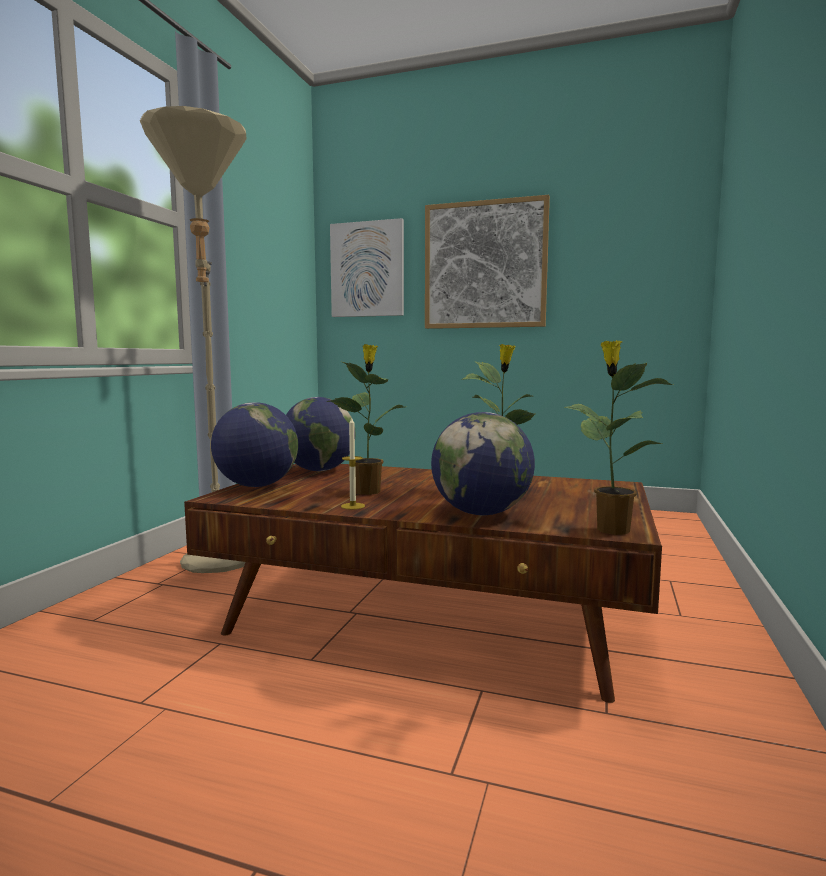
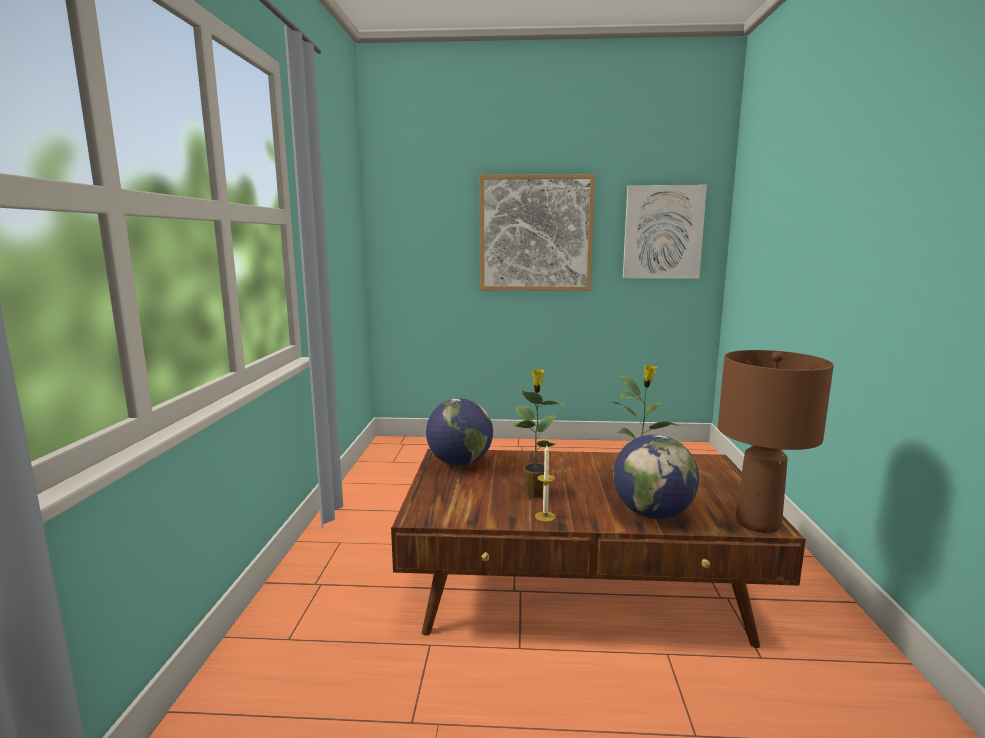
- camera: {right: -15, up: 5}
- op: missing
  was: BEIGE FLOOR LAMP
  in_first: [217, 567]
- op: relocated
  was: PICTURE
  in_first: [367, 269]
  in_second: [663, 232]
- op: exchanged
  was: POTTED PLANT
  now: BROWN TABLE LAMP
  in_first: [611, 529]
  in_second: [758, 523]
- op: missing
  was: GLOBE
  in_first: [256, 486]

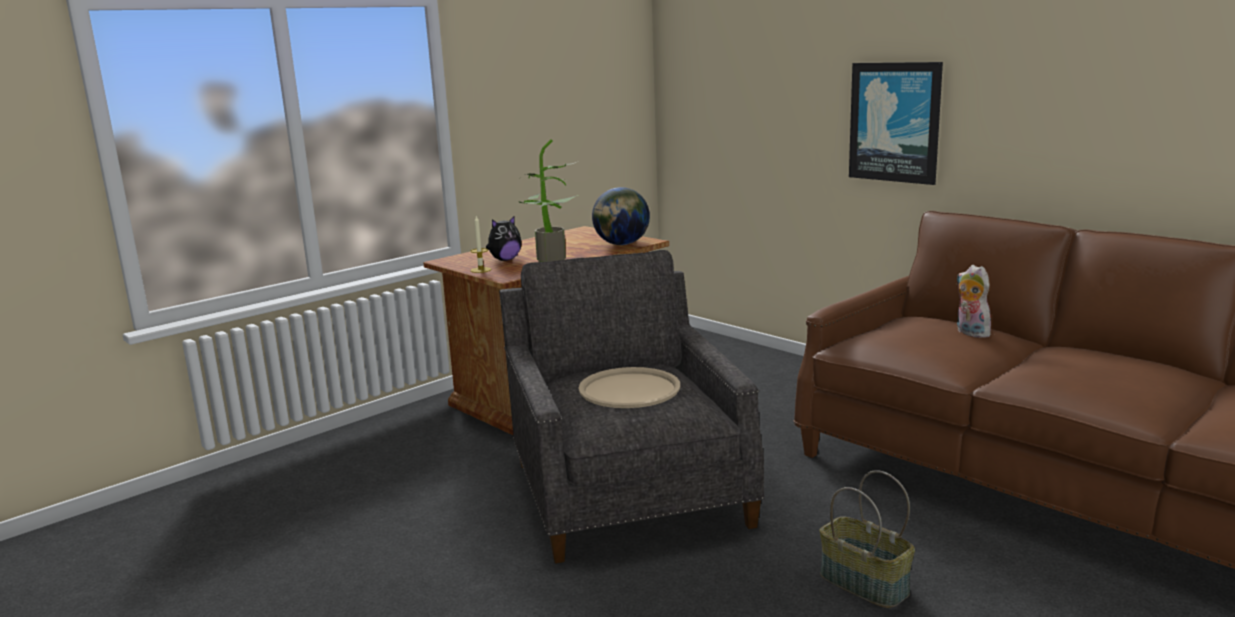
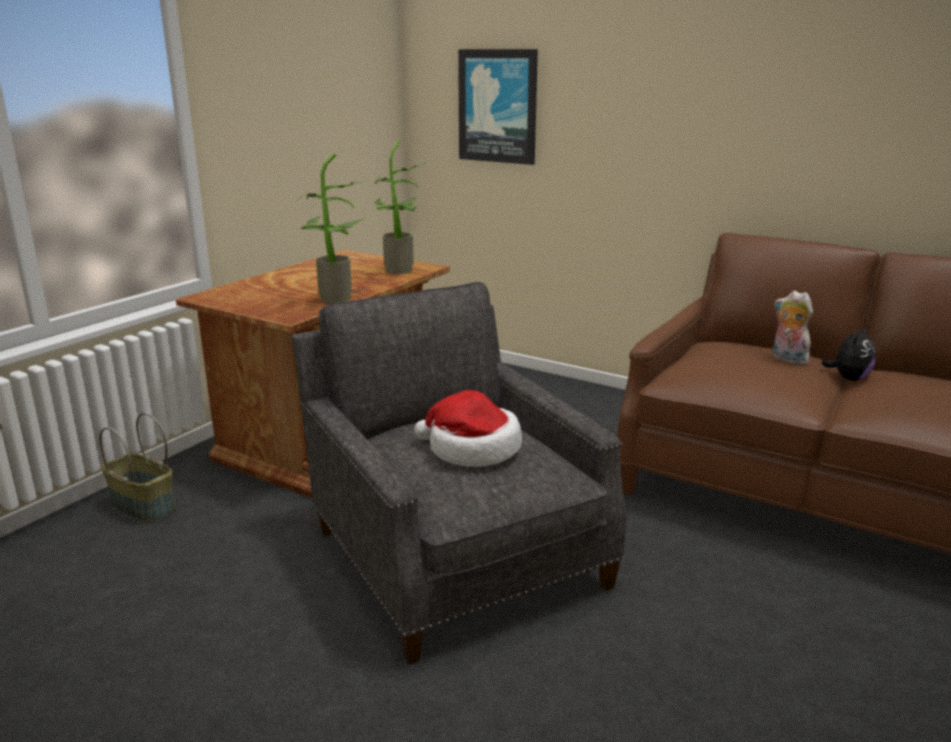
- camera: {right: -15, up: 5}
- op: relocated
  was: PICTURE
  in_first: [895, 122]
  in_second: [498, 106]
- op: exchanged
  was: GLOBE
  now: POTTED PLANT
  in_first: [621, 244]
  in_second: [401, 271]
- op: relocated
  was: PLUSH TOY
  in_first: [505, 260]
  in_second: [848, 378]
- op: missing
  was: CANDLE
  in_first: [481, 270]
- op: exchanged
  was: BEIGE TRAY
  now: HAT
  in_first: [629, 389]
  in_second: [472, 449]
- op: relocated
  was: BASKET
  in_first: [862, 584]
  in_second: [141, 506]

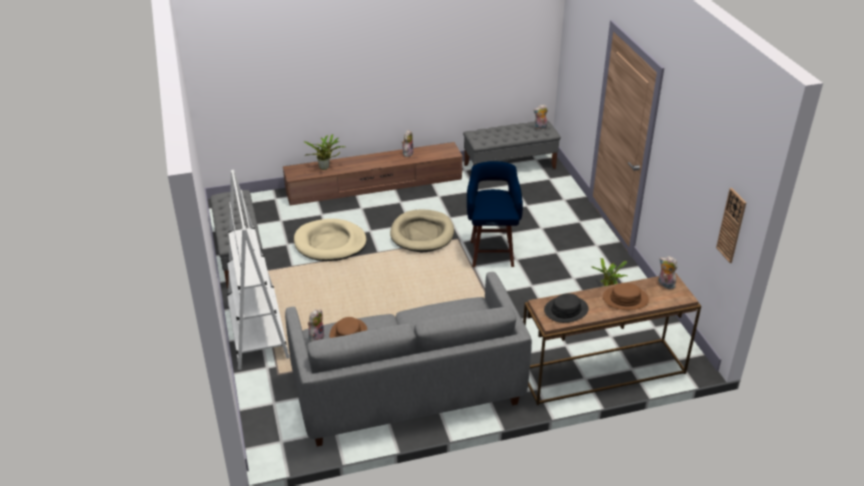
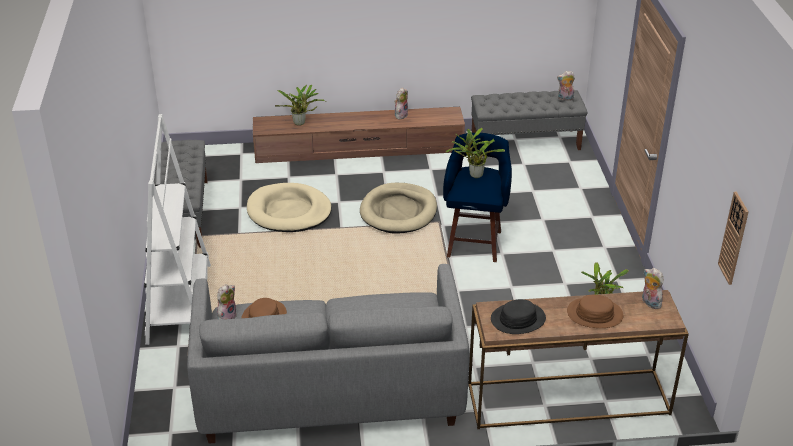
- camera: {right: 10, up: 0}
- op: appeared
  now: POTTED PLANT
  in_second: [474, 175]

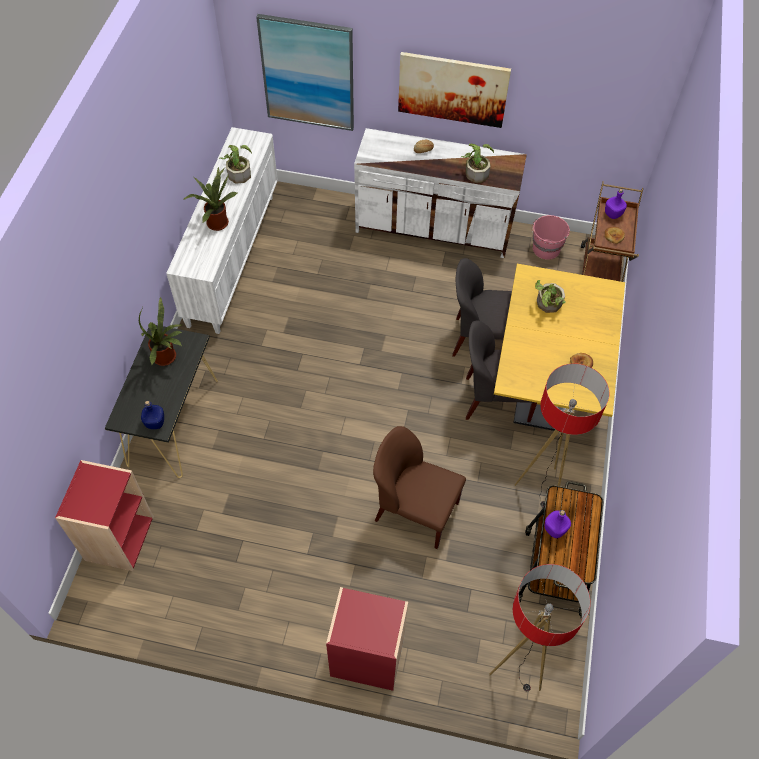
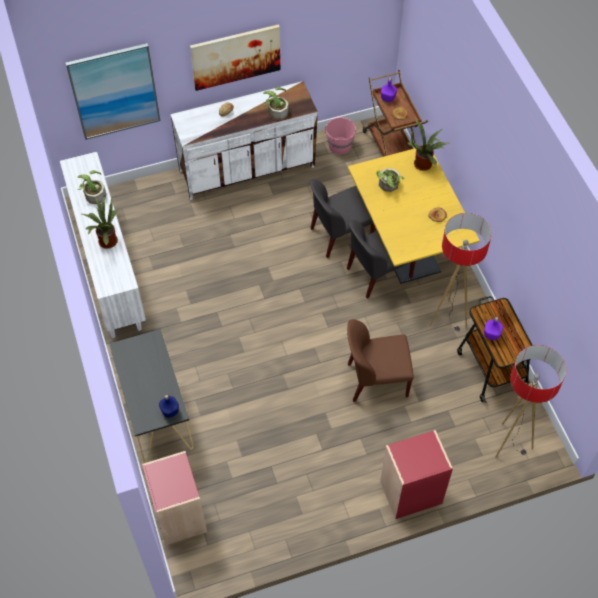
- camera: {right: -30, up: 0}
- op: relocated
  was: POTTED PLANT
  in_first: [167, 357]
  in_second: [424, 164]

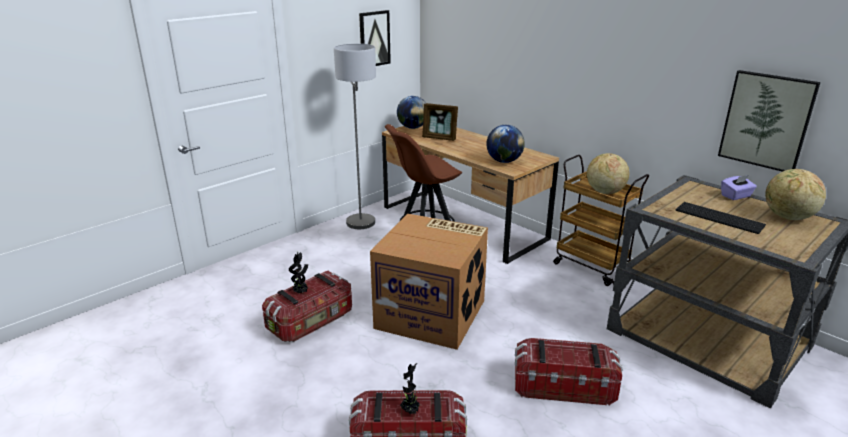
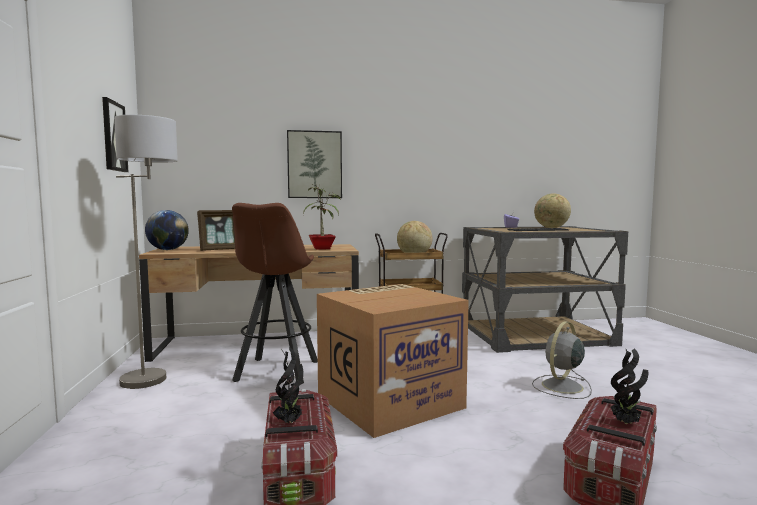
- camera: {right: -55, up: -20}
- op: relocated
  was: PICTURE
  in_first: [766, 120]
  in_second: [314, 164]
- op: exchanged
  was: GLOBE
  now: POTTED PLANT
  in_first: [504, 161]
  in_second: [323, 248]
- op: exchanged
  was: STORAGE BOX
  now: GREY FAN
  in_first: [563, 387]
  in_second: [561, 386]

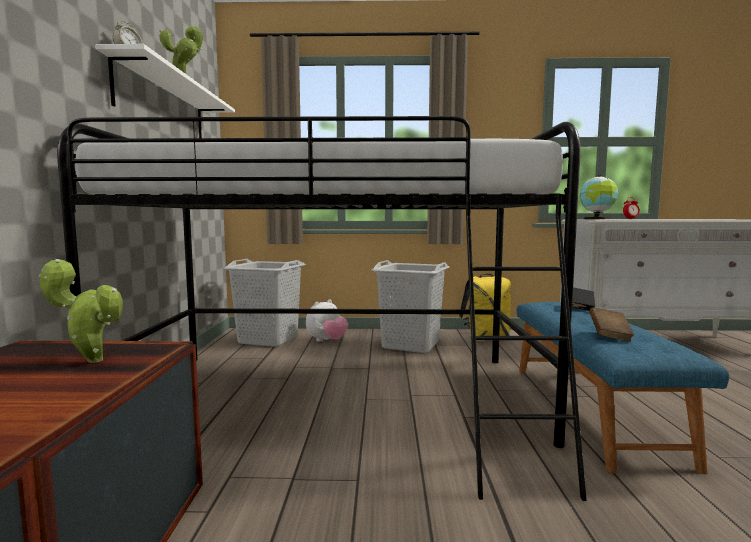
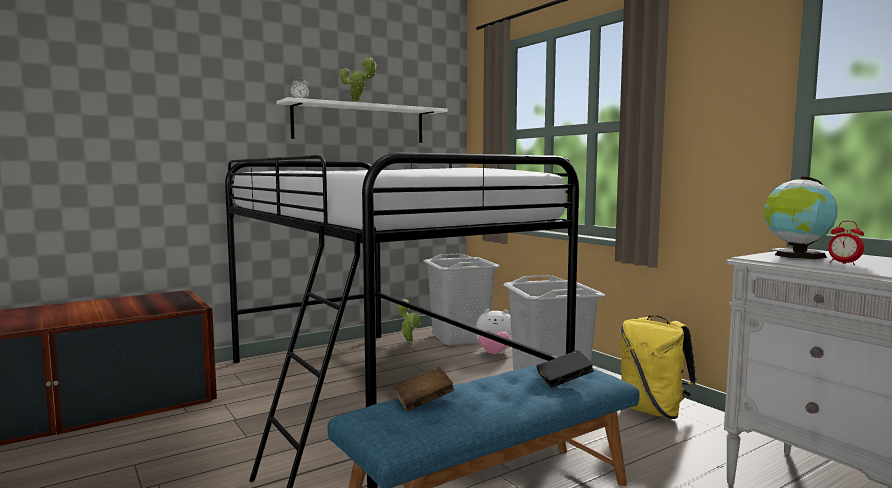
- camera: {right: 55, up: 0}
- op: relocated
  was: POTTED PLANT
  in_first: [90, 360]
  in_second: [409, 341]

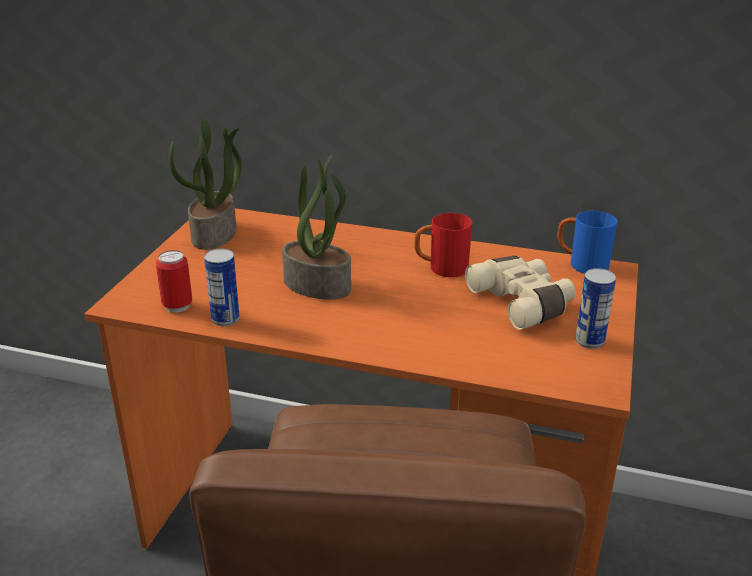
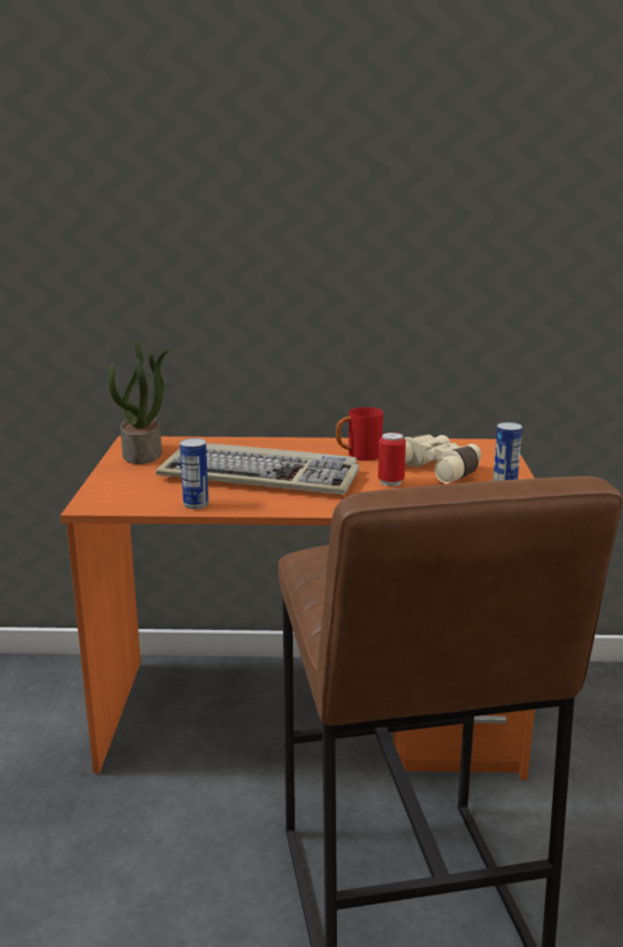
- camera: {right: -15, up: -10}
- op: exchanged
  was: POTTED PLANT
  now: KEYBOARD
  in_first: [318, 285]
  in_second: [261, 476]
- op: missing
  was: BLUE MUG
  in_first: [581, 264]
- op: relocated
  was: CAN
  in_first: [177, 306]
  in_second: [391, 482]

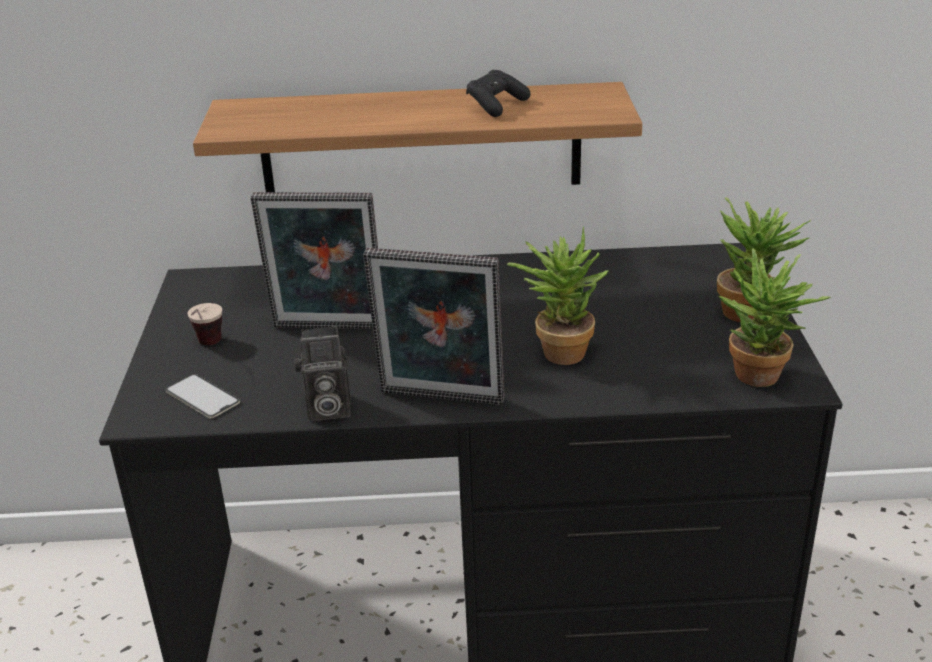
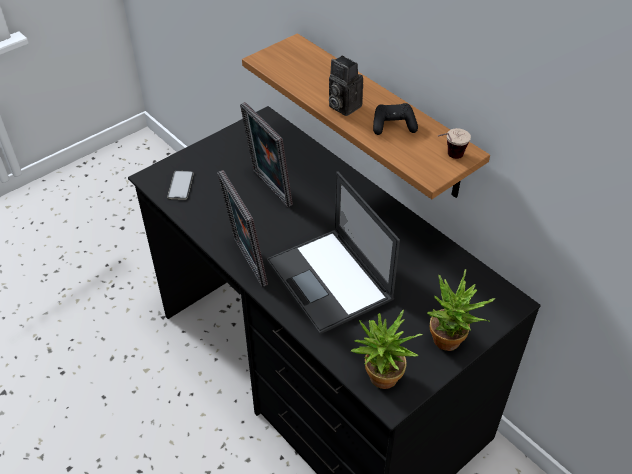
- camera: {right: 50, up: 15}
- op: exchanged
  was: POTTED PLANT
  now: LAPTOP
  in_first: [558, 350]
  in_second: [330, 281]
- op: relocated
  was: CUP
  in_first: [207, 347]
  in_second: [448, 158]
- op: relocated
  was: PHOTO CAMERA
  in_first: [326, 410]
  in_second: [342, 106]

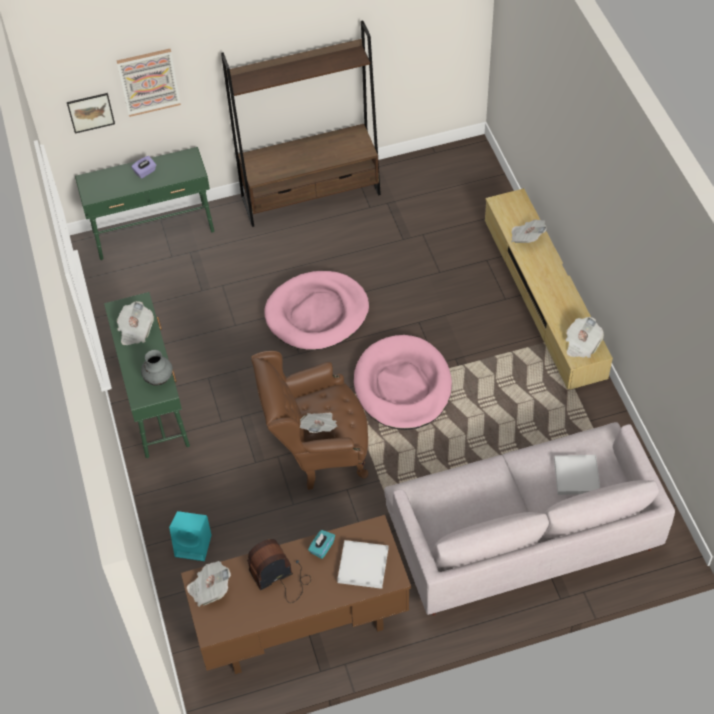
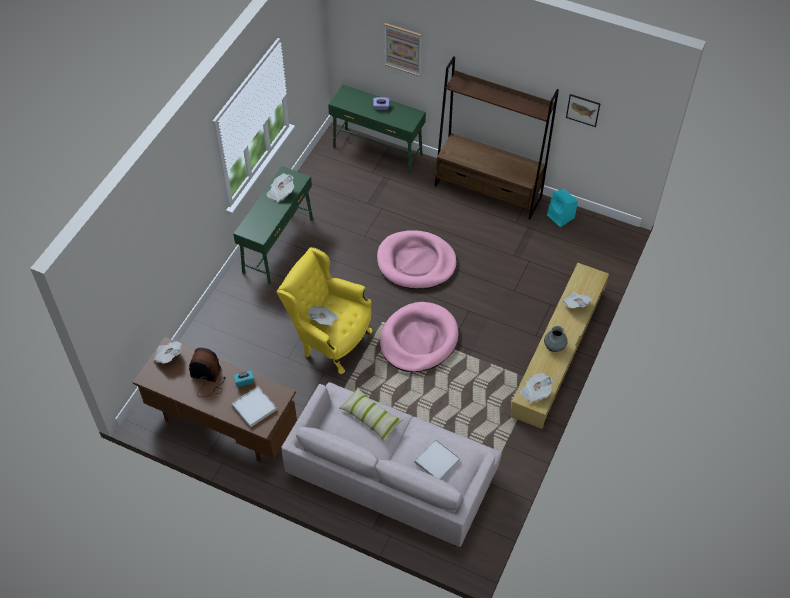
- camera: {right: 40, up: 0}
- op: relocated
  was: PICTURE
  in_first: [91, 112]
  in_second: [583, 110]
- op: relocated
  was: GREY VASE
  in_first: [158, 378]
  in_second: [554, 346]
- op: colour
  was: BROWN ARMCHAIR
  now: YELLOW ARMCHAIR
  in_first: [318, 454]
  in_second: [330, 341]
- op: relocated
  was: TURQUOISE SPEAKER
  in_first: [194, 545]
  in_second: [561, 217]
- op: appeared
  now: PILLOW
  in_second: [371, 417]

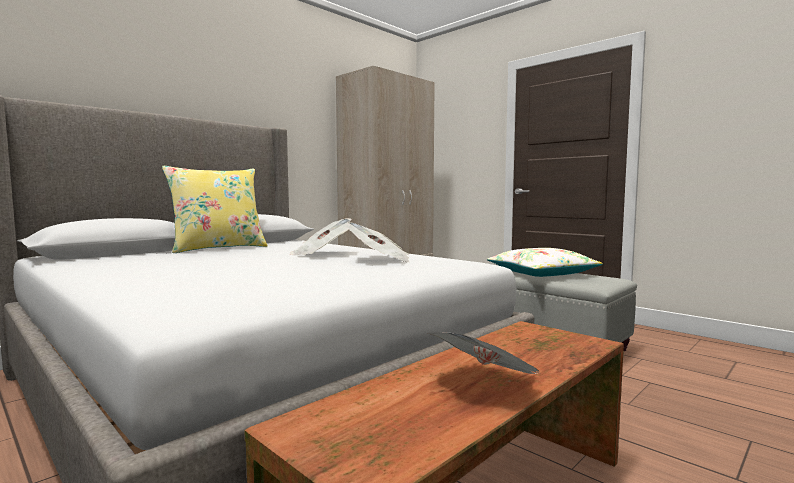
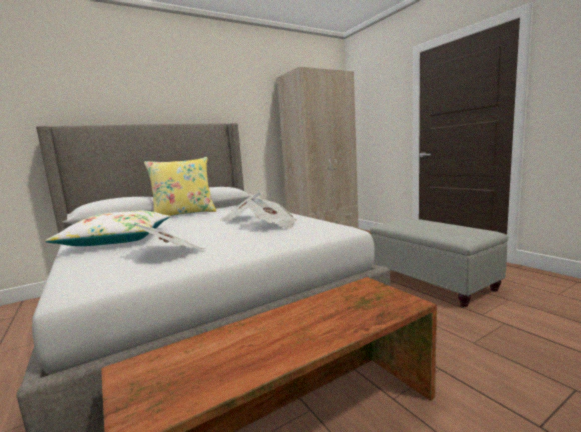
- camera: {right: 15, up: 5}
- op: relocated
  was: WHITE PILLOW
  in_first: [541, 273]
  in_second: [118, 240]
- op: relocated
  was: NEWSPAPER
  in_first: [488, 384]
  in_second: [172, 253]

